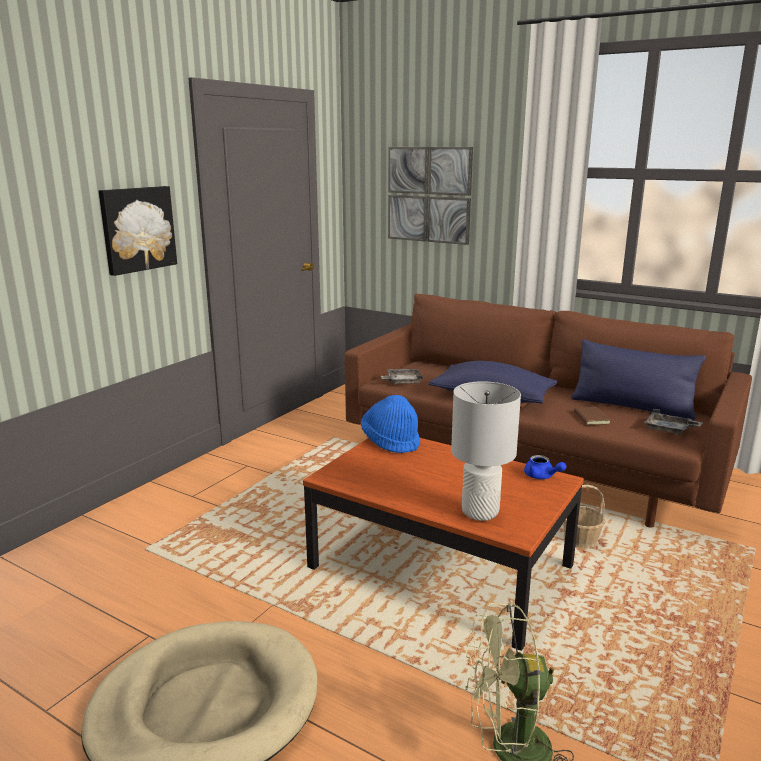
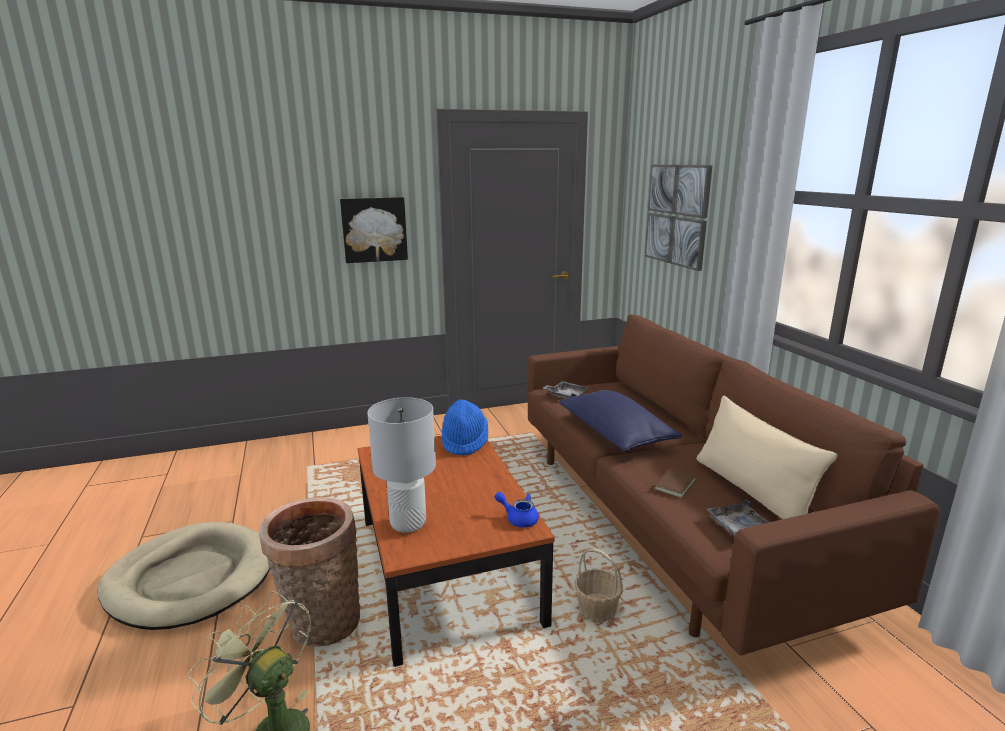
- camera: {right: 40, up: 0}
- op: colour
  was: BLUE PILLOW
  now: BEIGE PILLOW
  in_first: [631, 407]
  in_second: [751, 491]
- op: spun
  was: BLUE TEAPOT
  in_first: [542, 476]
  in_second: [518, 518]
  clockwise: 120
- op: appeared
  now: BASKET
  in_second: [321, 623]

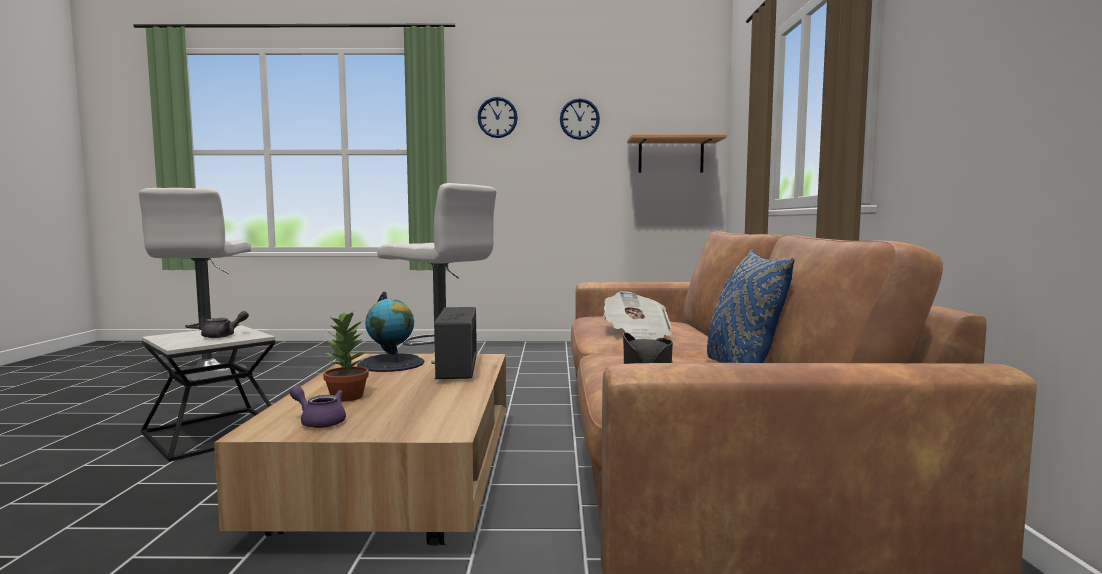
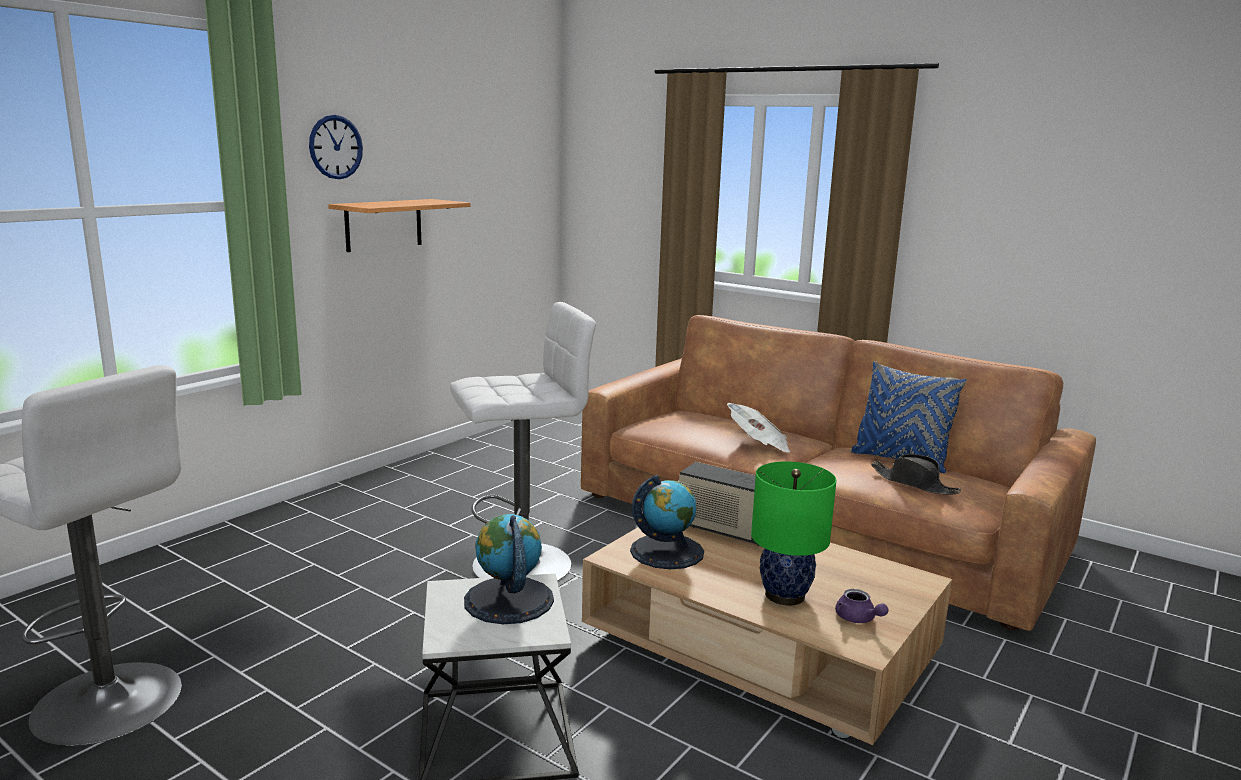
- camera: {right: -55, up: 10}
- op: missing
  was: WALL CLOCK
  in_first: [579, 119]
- op: relocated
  was: SHELF
  in_first: [671, 156]
  in_second: [383, 224]
- op: exchanged
  was: GREY TEAPOT
  now: GLOBE
  in_first: [224, 335]
  in_second: [508, 600]
- op: exchanged
  was: POTTED PLANT
  now: GREEN TABLE LAMP
  in_first: [346, 397]
  in_second: [785, 595]
- op: spun
  was: PURPLE TEAPOT
  in_first: [319, 422]
  in_second: [858, 619]
  clockwise: -90

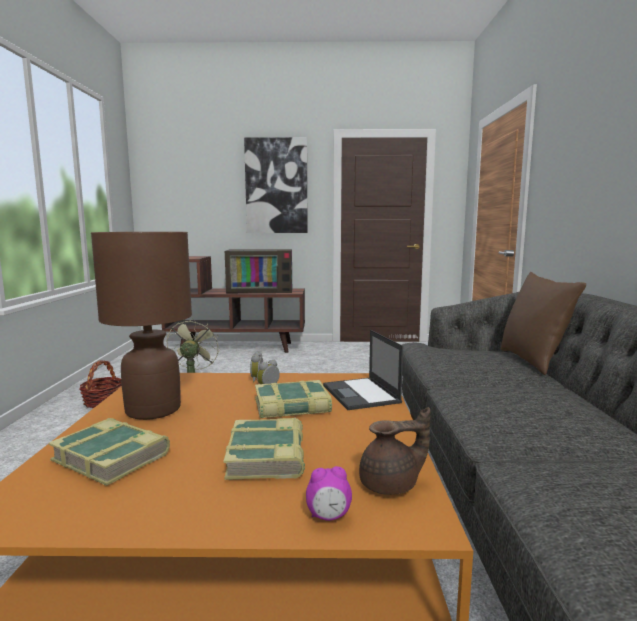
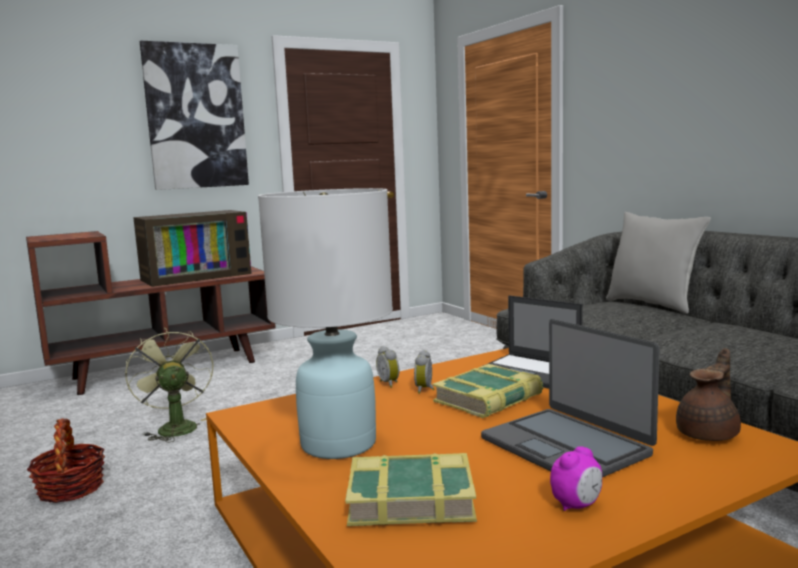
- camera: {right: -30, up: 0}
- op: colour
  was: BROWN TABLE LAMP
  now: WHITE TABLE LAMP
  in_first: [153, 409]
  in_second: [338, 444]
- op: colour
  was: BROWN PILLOW
  now: GREY PILLOW
  in_first: [533, 361]
  in_second: [653, 304]
- op: exchanged
  was: BOOK
  now: LAPTOP
  in_first: [267, 456]
  in_second: [566, 446]
- op: relocated
  was: ALARM CLOCK
  in_first: [328, 517]
  in_second: [577, 505]

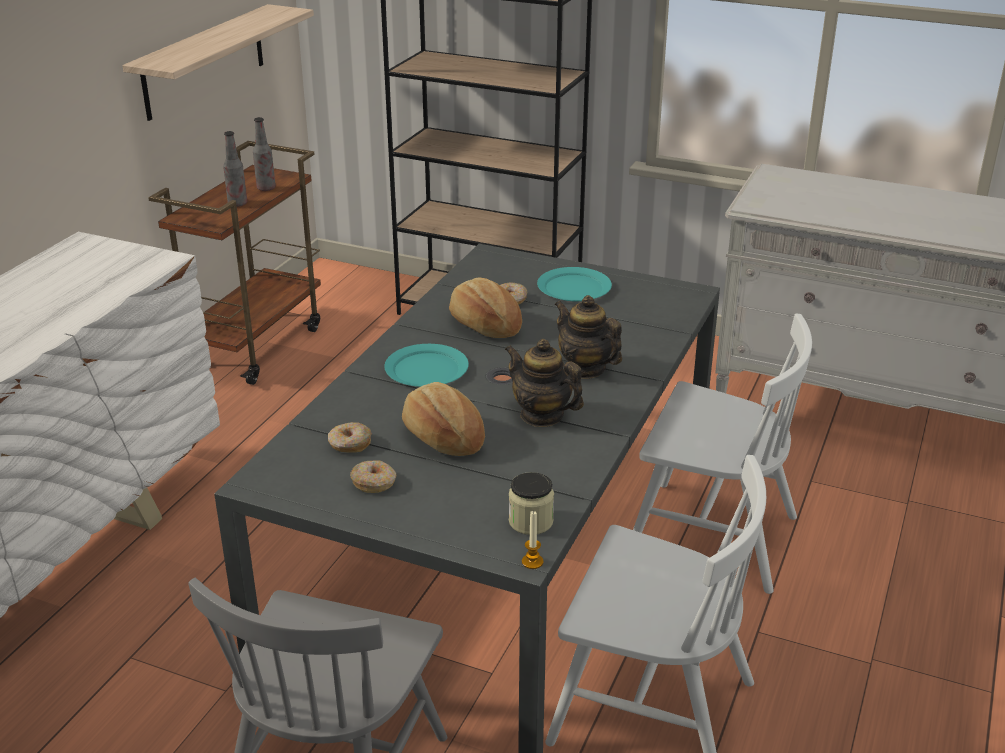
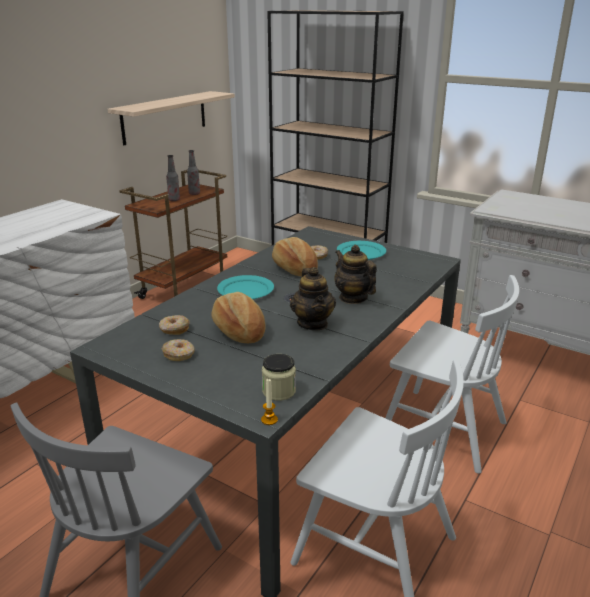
- camera: {right: 10, up: -5}
- op: spun
  was: TEAPOT
  in_first: [542, 415]
  in_second: [313, 323]
  clockwise: -150

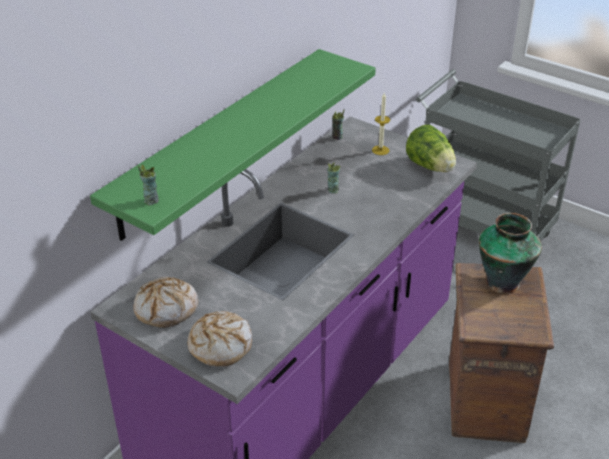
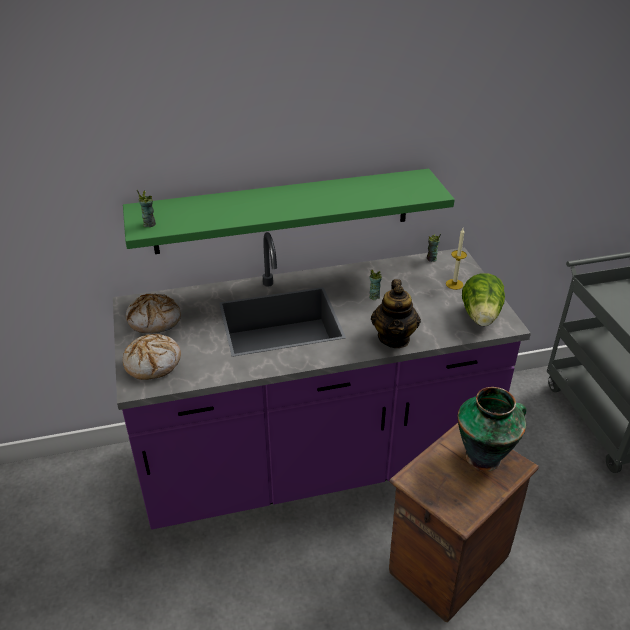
- camera: {right: 40, up: 0}
- op: appeared
  now: TEAPOT
  in_second: [394, 338]

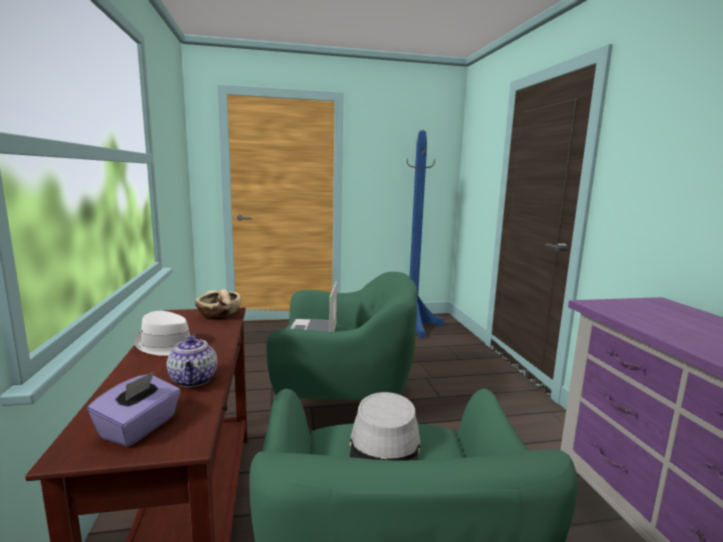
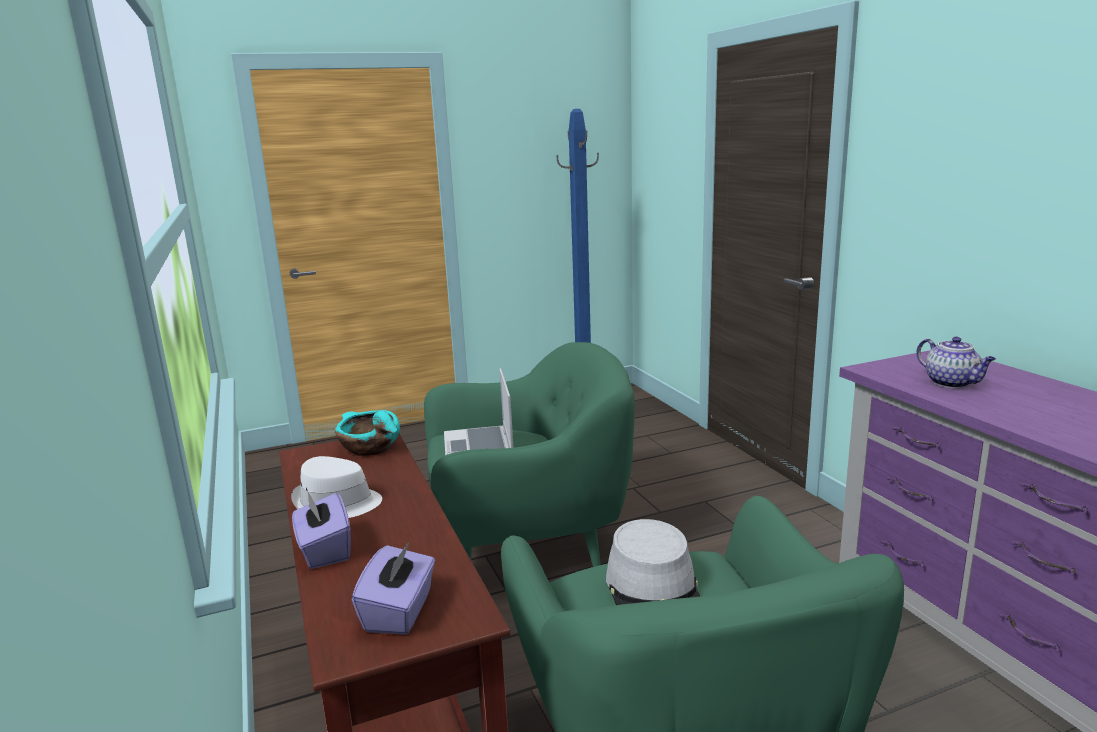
- camera: {right: -10, up: 5}
- op: colour
  was: BEIGE BOWL
  now: TURQUOISE BOWL
  in_first: [219, 315]
  in_second: [370, 447]
- op: relocated
  was: TEAPOT
  in_first: [194, 380]
  in_second: [952, 383]
- op: appeared
  now: PURPLE TISSUE BOX
  in_second: [324, 550]

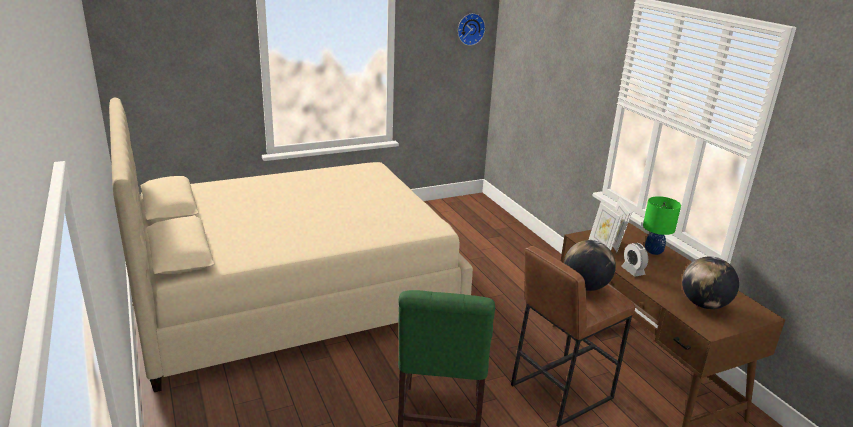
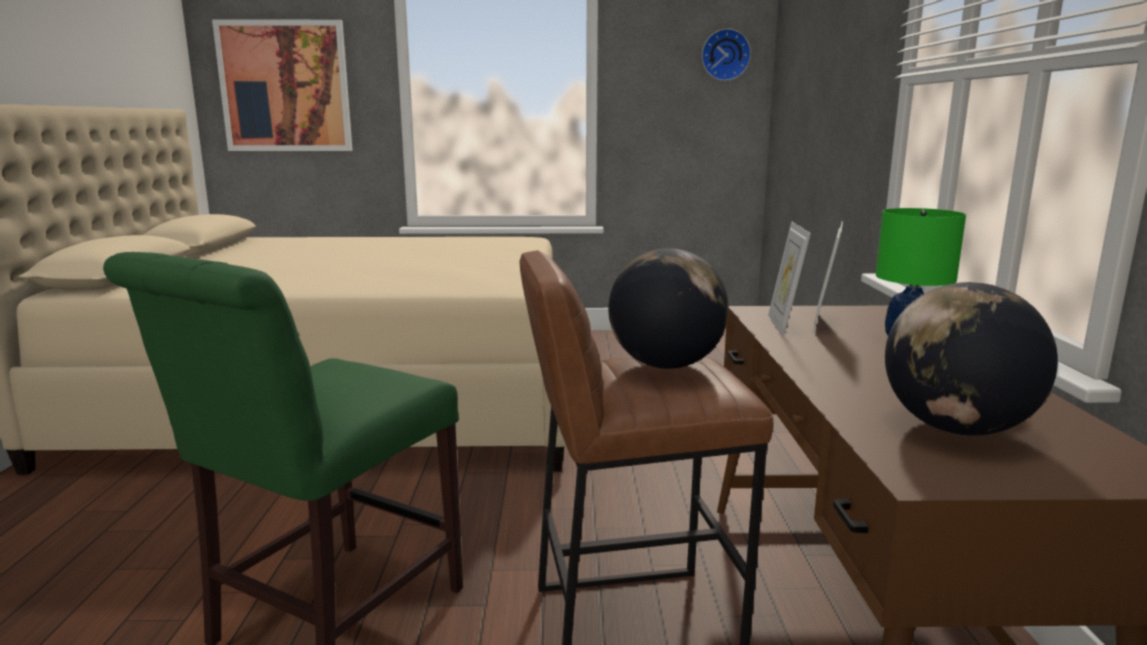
- camera: {right: 25, up: -10}
- op: missing
  was: ALARM CLOCK
  in_first: [632, 271]
- op: appeared
  now: PICTURE
  in_second: [285, 87]

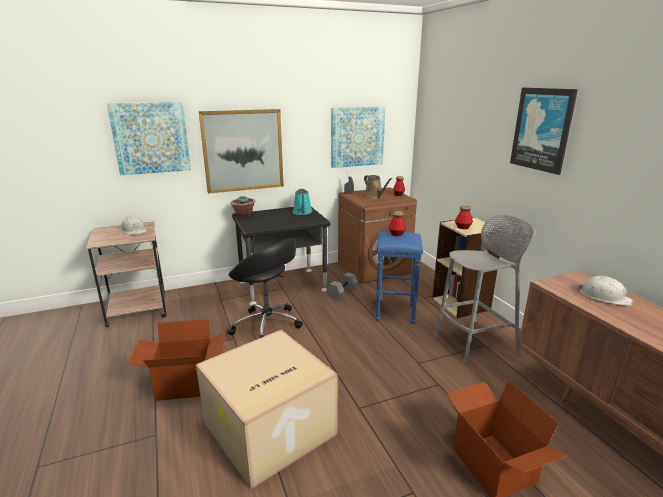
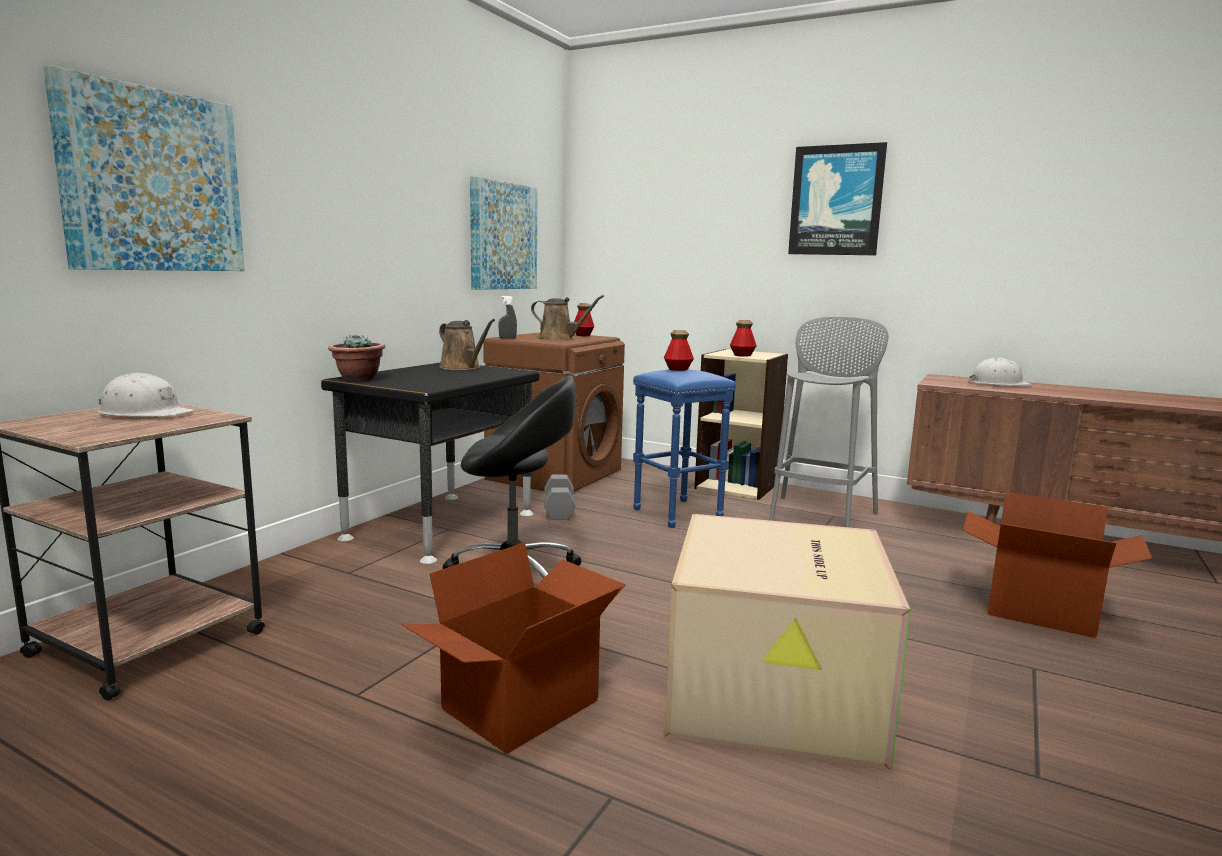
- camera: {right: -40, up: -10}
- op: missing
  was: PICTURE
  in_first: [243, 150]
- op: colour
  was: TURQUOISE WATERING CAN
  now: BROWN WATERING CAN
  in_first: [302, 212]
  in_second: [462, 368]

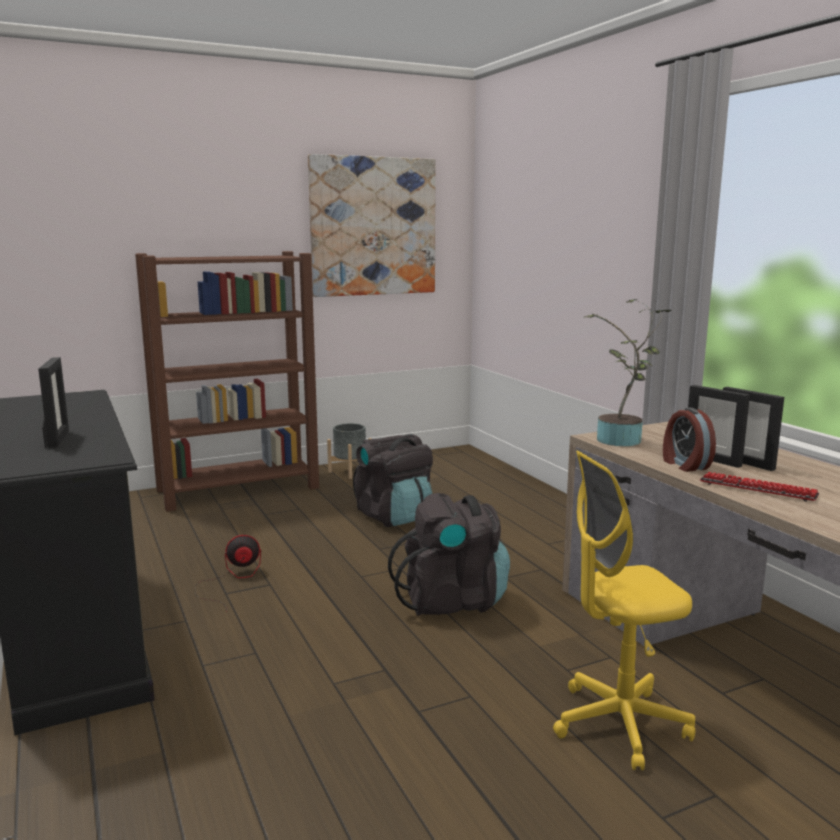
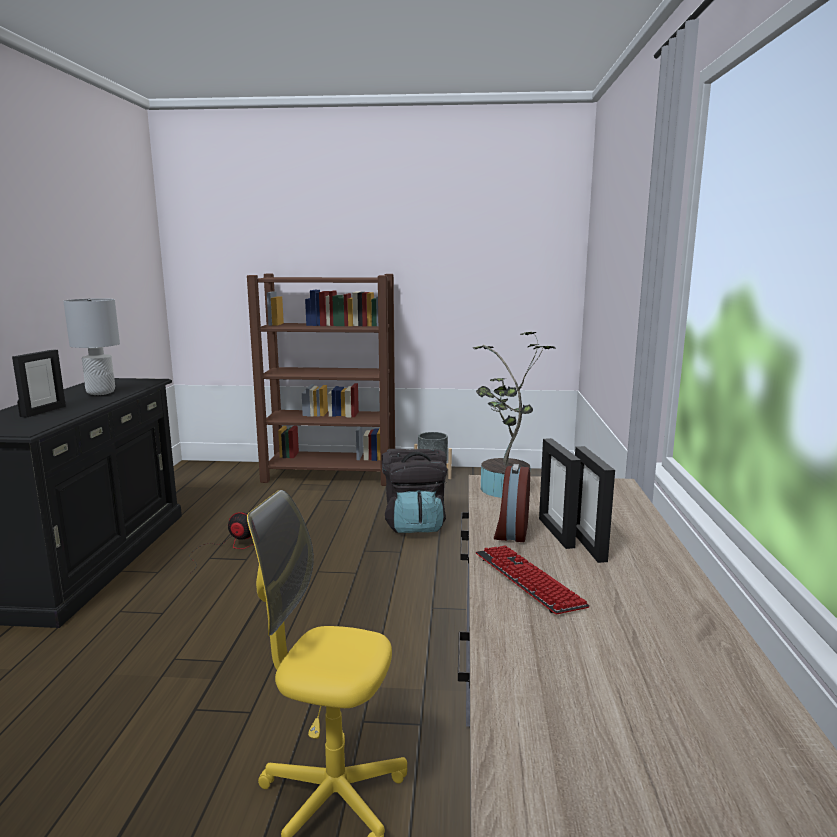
- camera: {right: 30, up: 0}
- op: missing
  was: PICTURE
  in_first: [373, 227]
- op: missing
  was: BLACK BACKPACK
  in_first: [452, 600]
- op: appeared
  now: GREY TABLE LAMP
  in_second: [101, 394]

